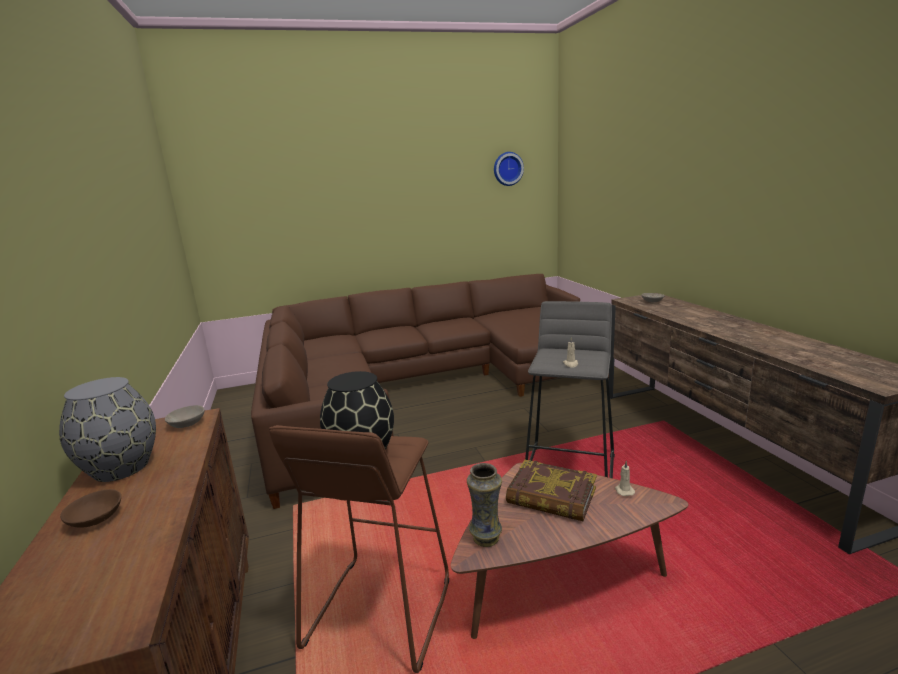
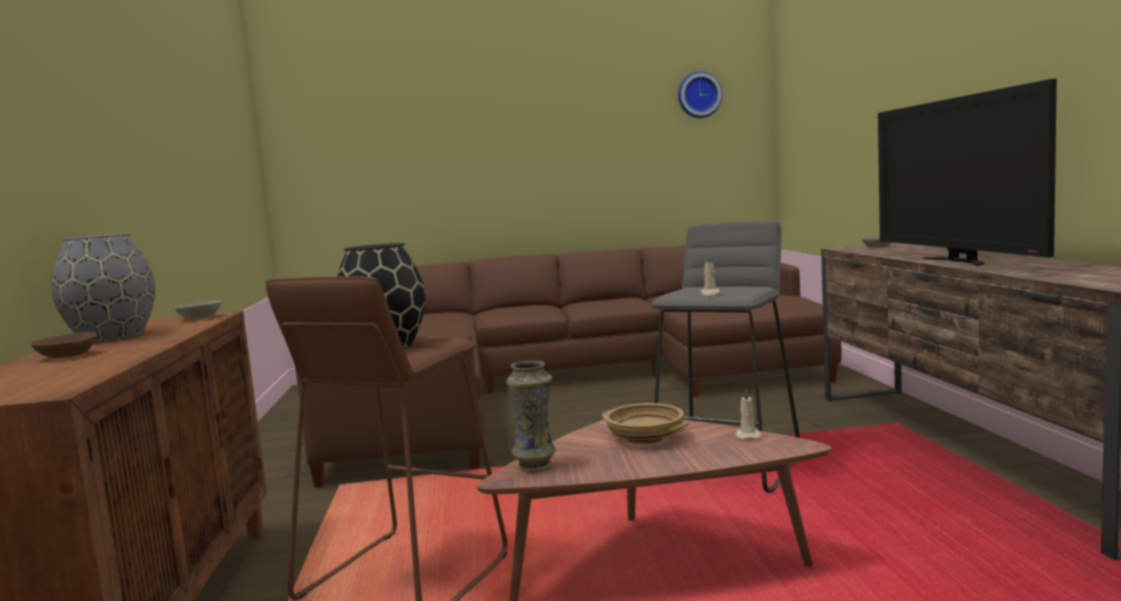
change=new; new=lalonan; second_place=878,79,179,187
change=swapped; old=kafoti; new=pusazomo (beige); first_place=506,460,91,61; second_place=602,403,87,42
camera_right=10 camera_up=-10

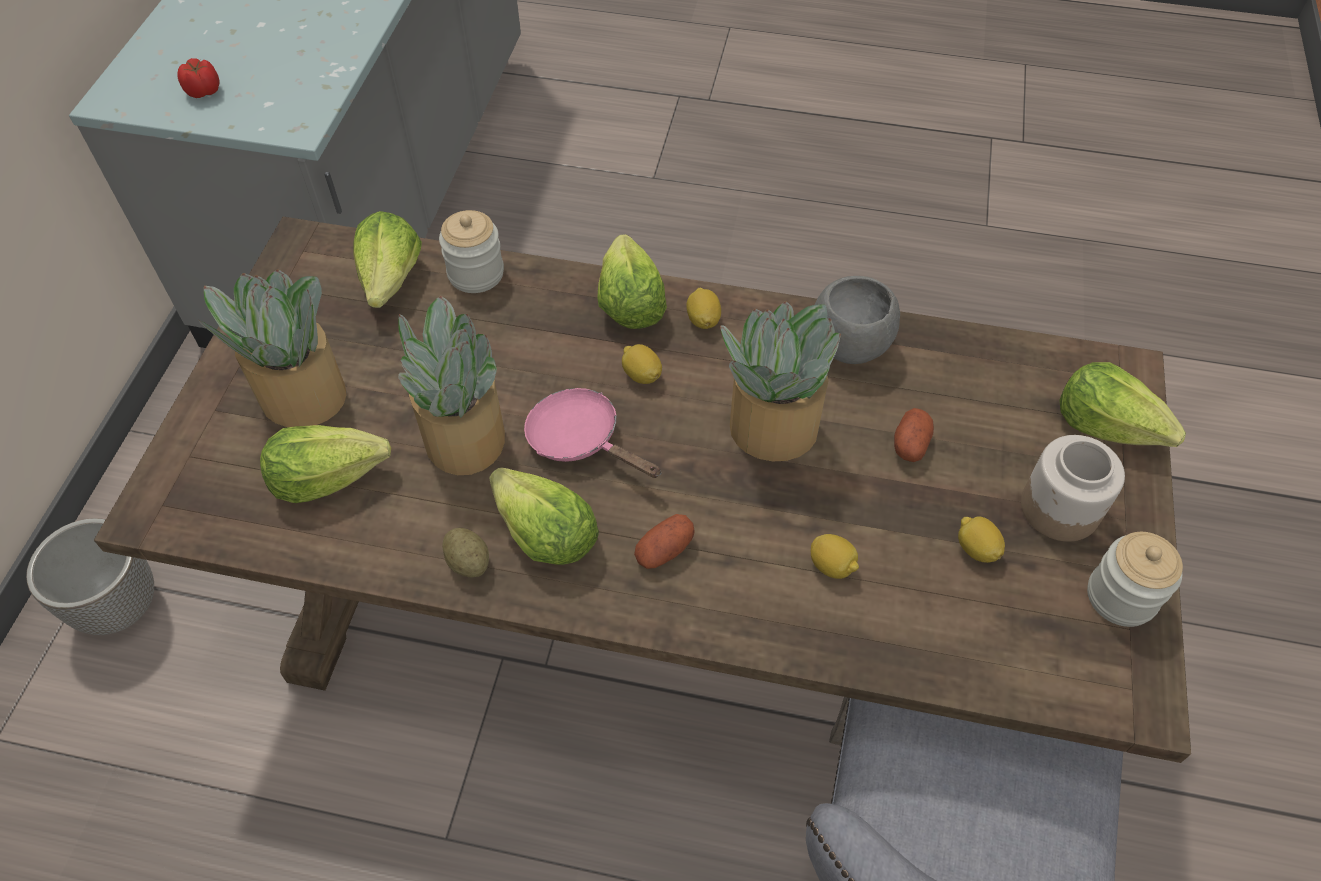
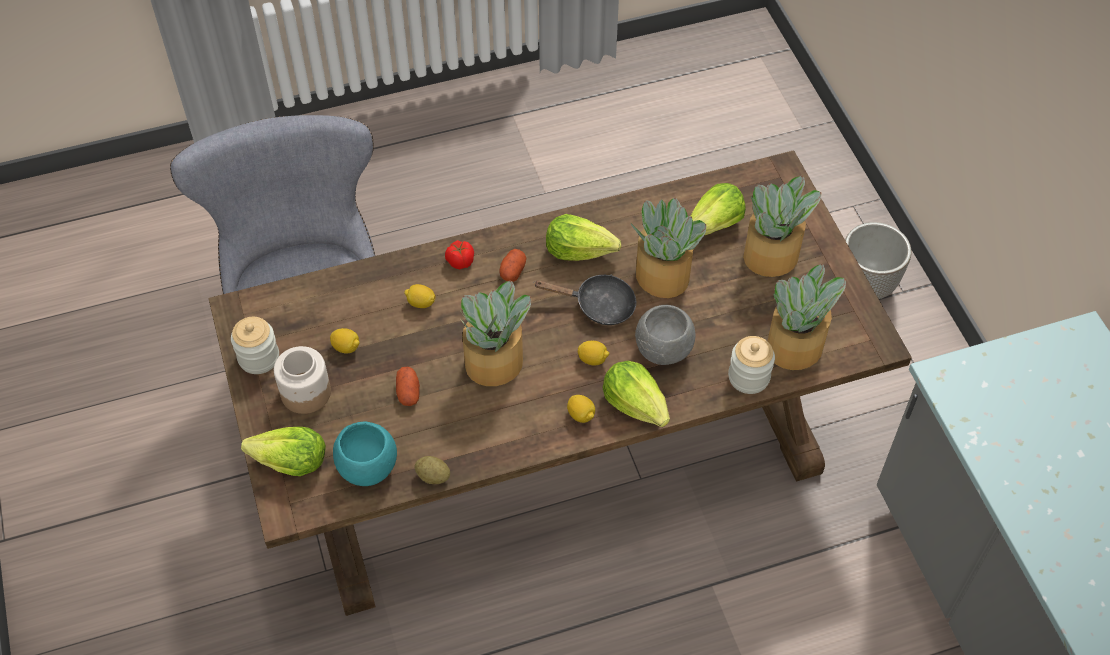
change=new; new=pusazomo (turquoise); second_place=333,422,64,64
change=shifted; old=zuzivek; first_place=177,58,42,40; second_place=445,240,29,29
change=shifted; old=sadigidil; first_place=442,528,47,50; second_place=415,456,35,28
change=shifted; old=pusazomo (grey); first_place=815,276,85,88; second_place=635,305,60,60
change=swapped; old=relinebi; new=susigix; first_place=353,211,69,97; second_place=768,264,78,106
change=repainted; old=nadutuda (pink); new=nadutuda (black); first_place=524,388,137,90; second_place=533,275,103,50
camera_right=150 camera_up=0

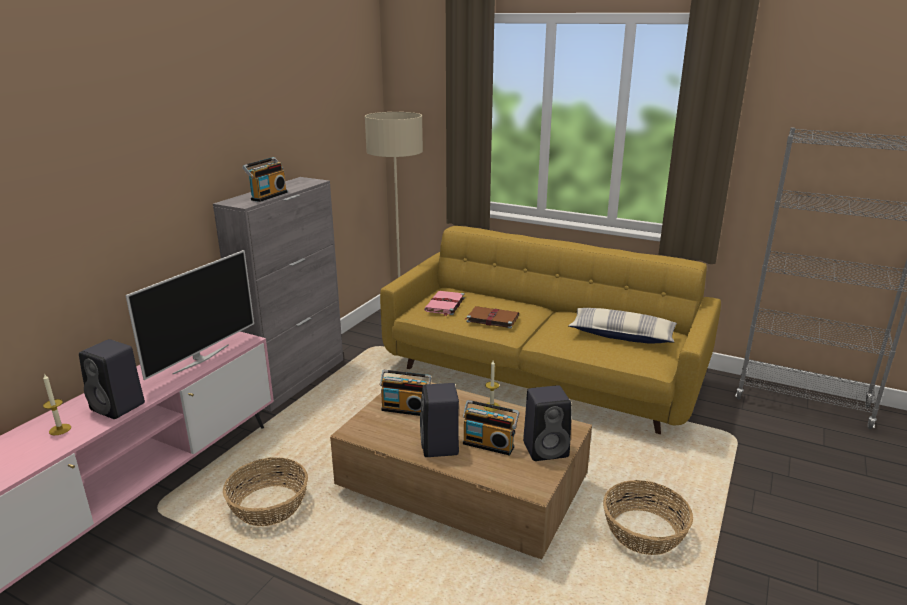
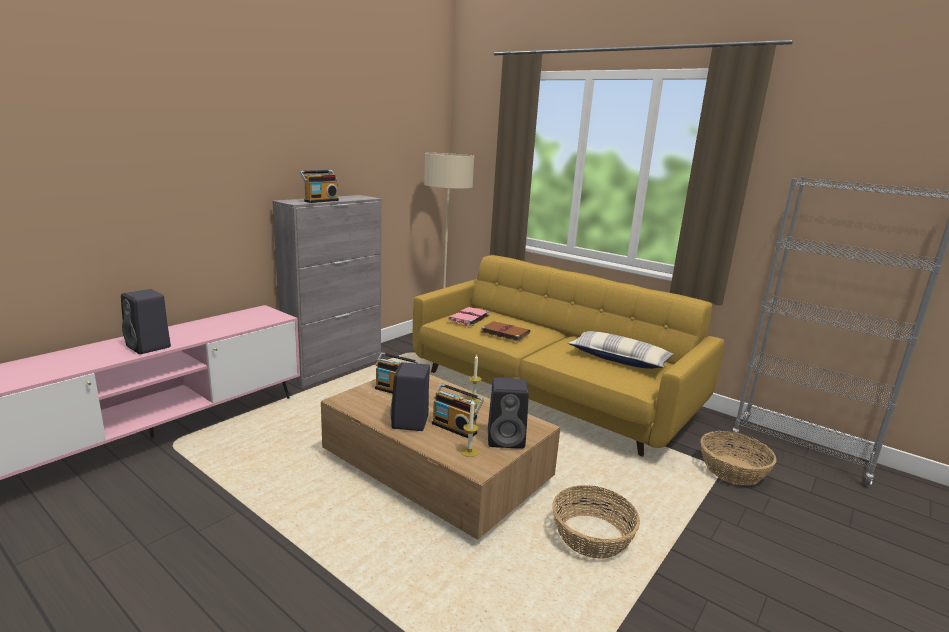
change=gone; old=lalonan; first_place=125,250,129,130
change=shifted; old=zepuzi; first_place=43,373,28,62; second_place=461,400,18,57
change=shifted; old=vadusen; first_place=223,457,85,69; second_place=701,431,76,54
camera_right=10 camera_up=-5

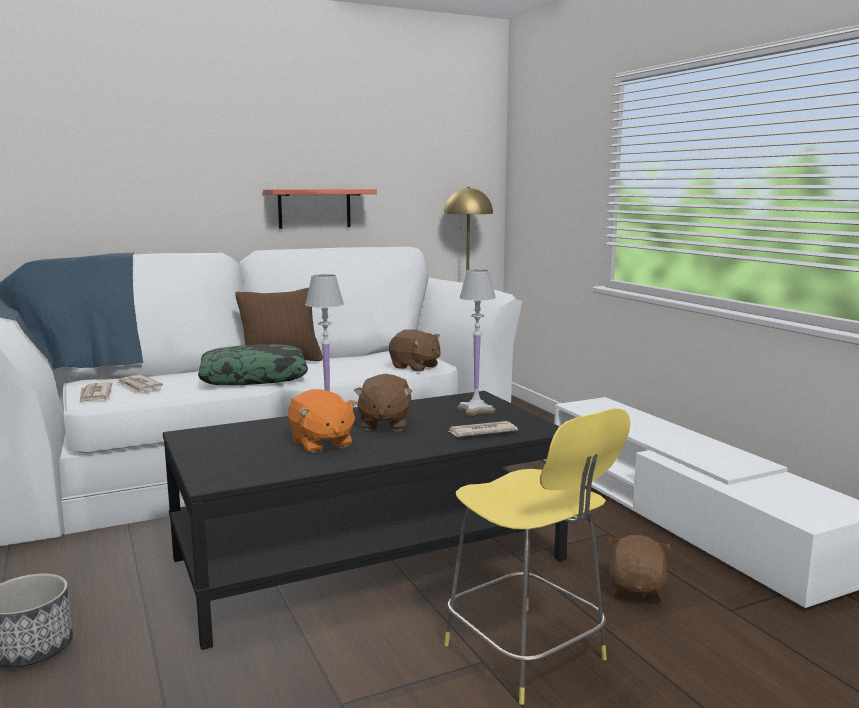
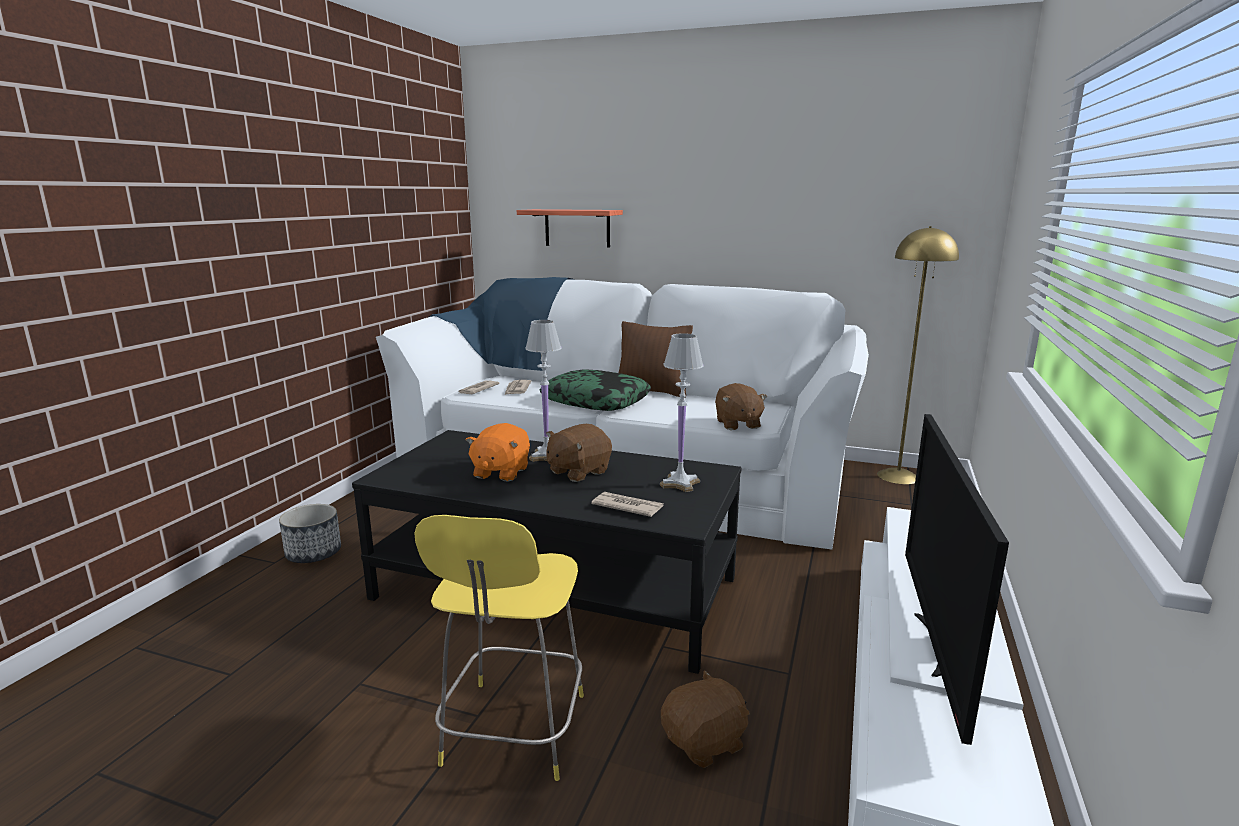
change=new; new=lalonan; second_place=905,414,104,331
change=shifted; old=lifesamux; first_place=263,189,114,40; second_place=517,209,106,38
camera_right=45 camera_up=5

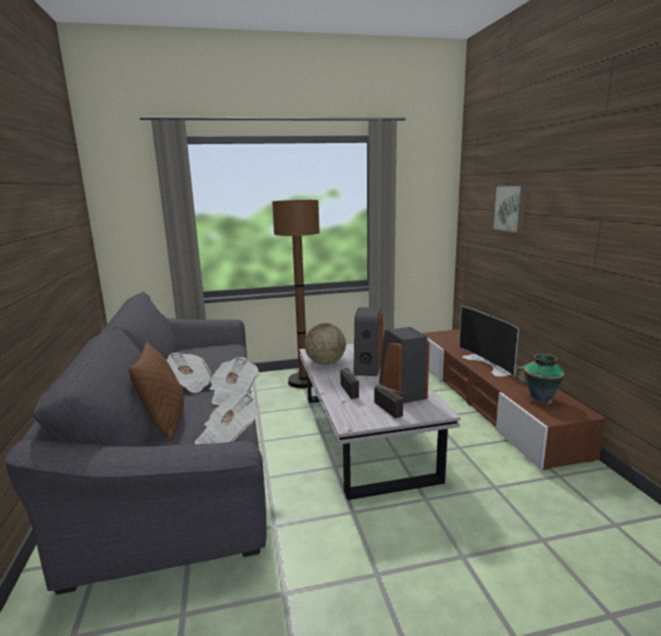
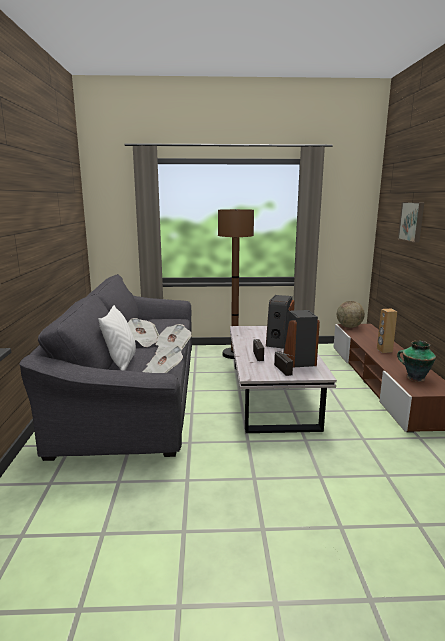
change=shifted; old=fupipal; first_place=305,323,41,42; second_place=337,301,28,27
change=swapped; old=lalonan; new=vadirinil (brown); first_place=459,306,60,71; second_place=377,309,20,44
change=repainted; old=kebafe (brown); new=kebafe (white); first_place=128,341,56,101; second_place=98,305,38,65
camera_right=10 camera_up=0

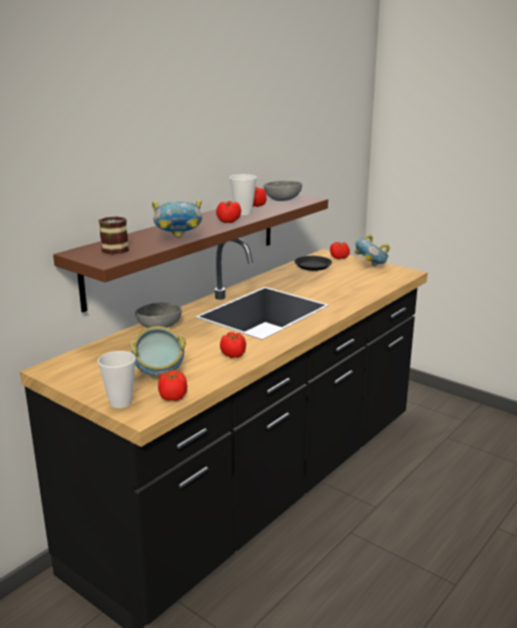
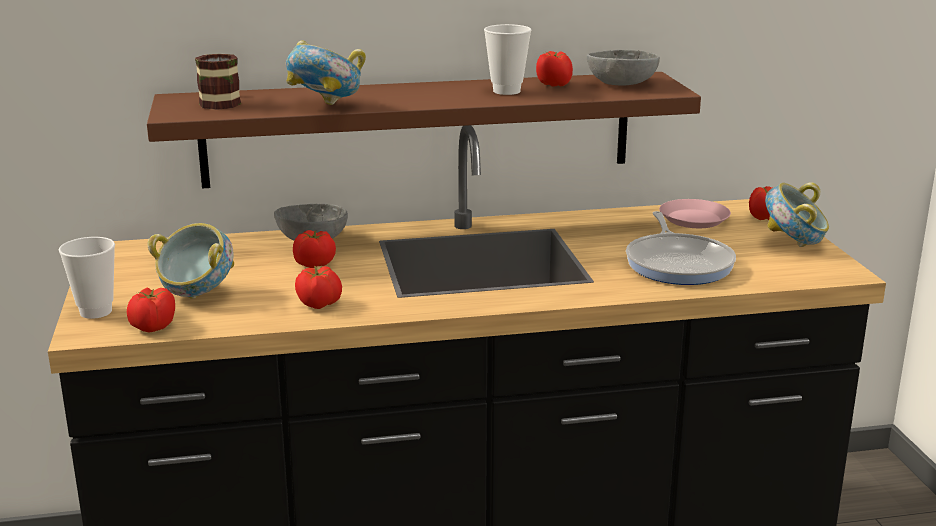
change=new; new=nadutuda; second_place=626,211,110,74
change=shifted; old=zuzivek; first_place=216,201,25,22; second_place=293,230,43,38
change=repainted; old=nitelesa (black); new=nitelesa (pink); first_place=295,256,37,15; second_place=659,199,72,29
camera_right=40 camera_up=0

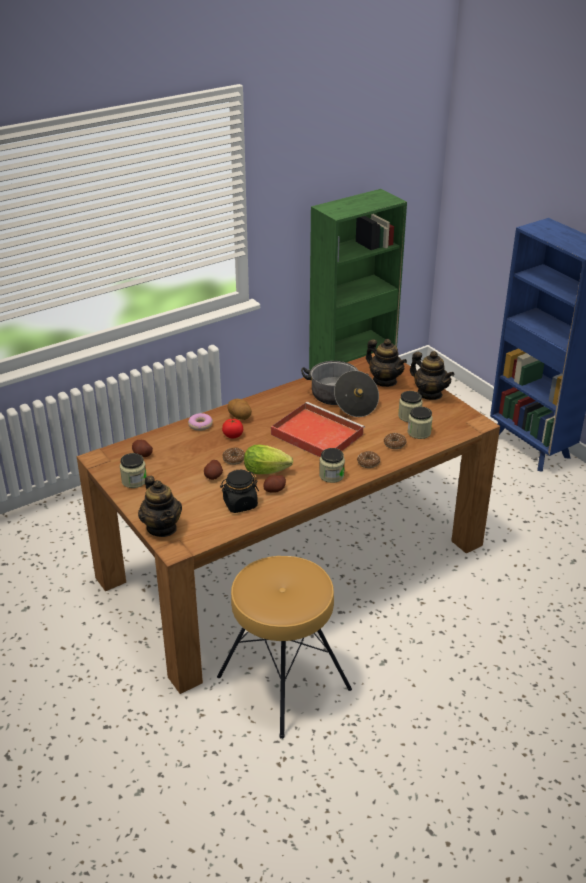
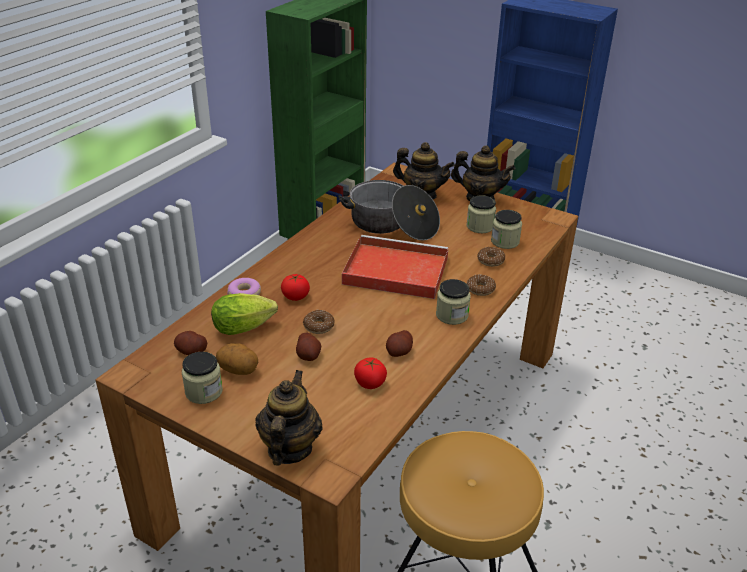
change=shifted; old=sadigidil; first_place=227,399,25,21; second_place=216,343,42,32
change=shifted; old=relinebi; first_place=244,445,49,29; second_place=211,293,67,42
change=swapped; old=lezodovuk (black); new=zuzivek; first_place=220,470,39,43; second_place=354,357,33,32
change=rotated; old=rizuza; first_place=138,476,44,61; second_place=255,370,68,96; degrees=-120
camera_right=-25 camera_up=0

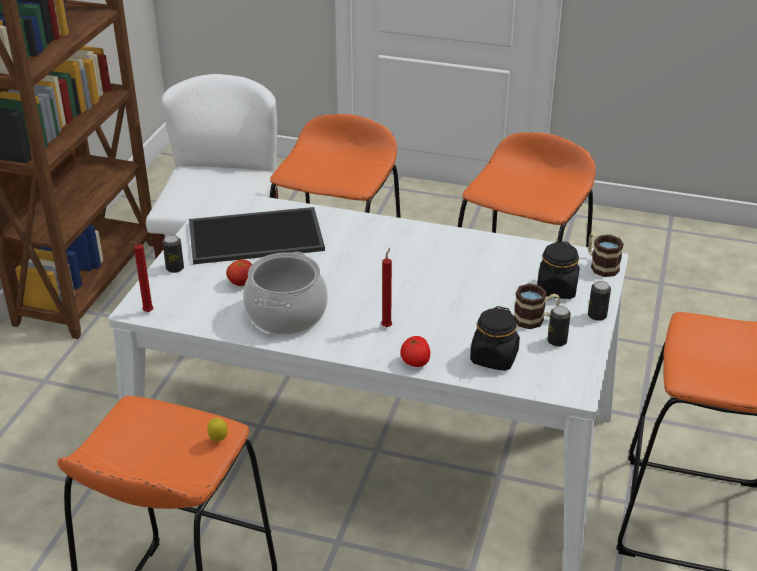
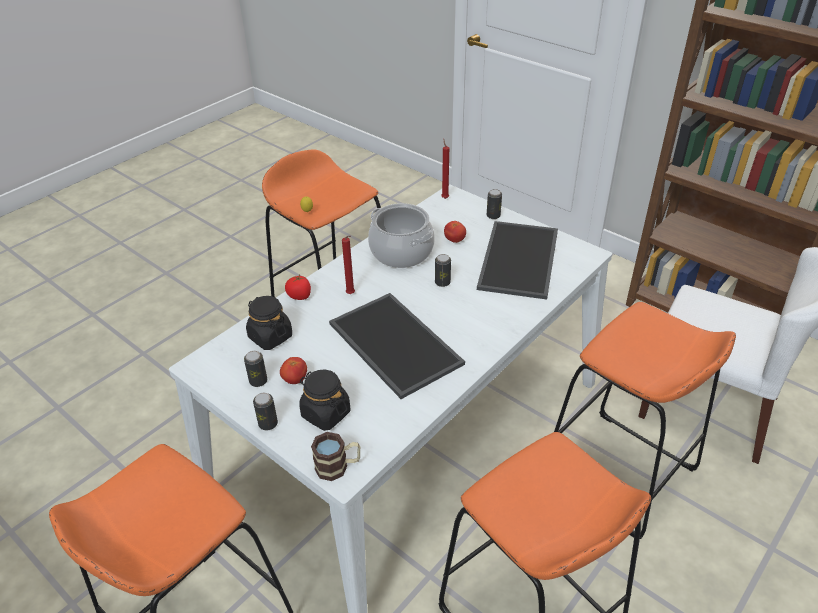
change=new; new=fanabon; second_place=329,293,136,106
change=new; new=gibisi; second_place=435,254,16,33
change=swapped; old=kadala; new=zuzivek; first_place=514,284,46,45; second_place=280,357,27,27
camera_right=115 camera_up=5

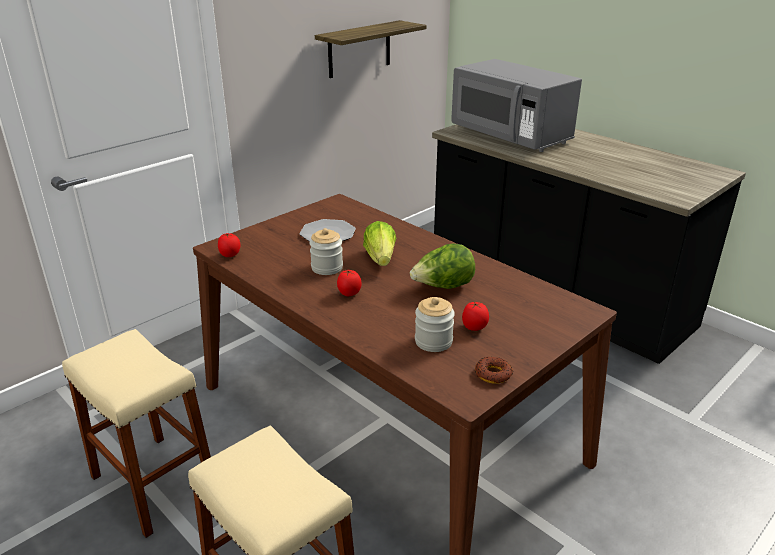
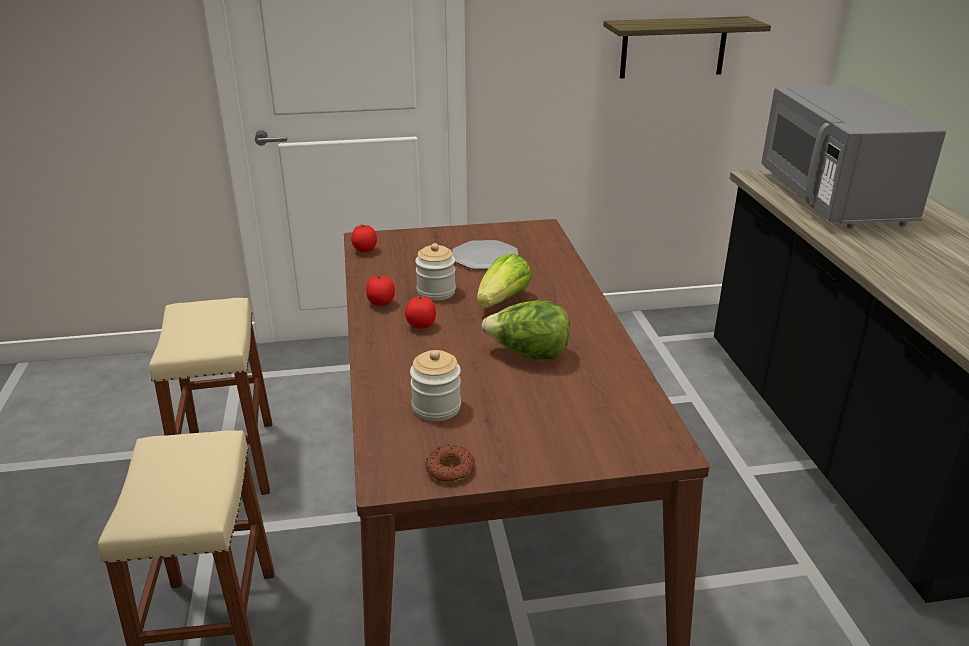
change=shifted; old=zuzivek; first_place=462,302,27,29; second_place=366,275,29,31
camera_right=35 camera_up=0

